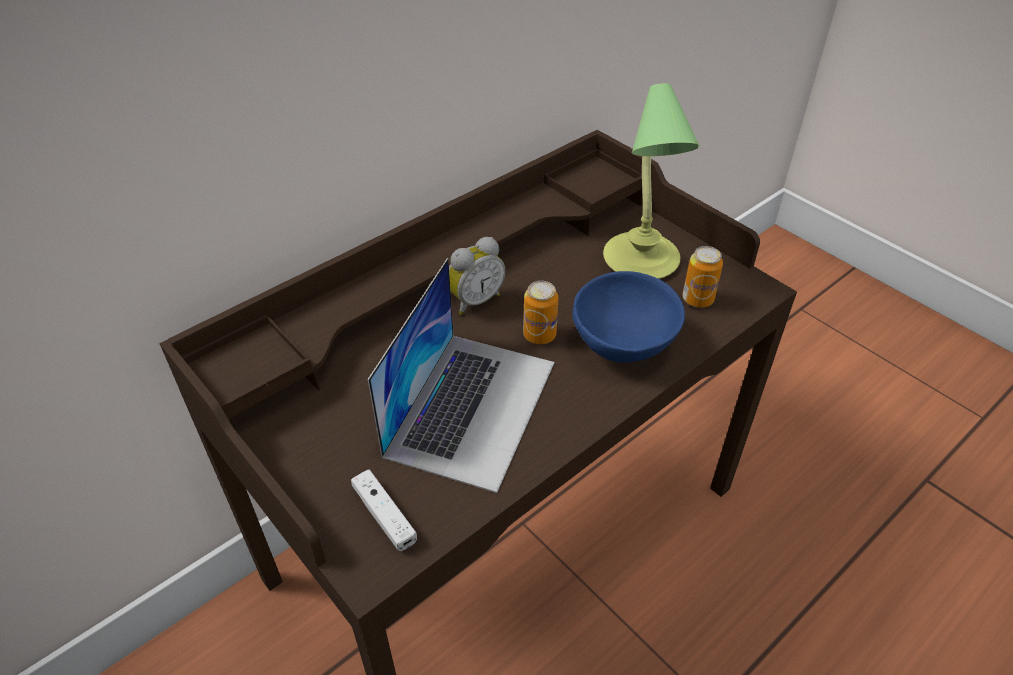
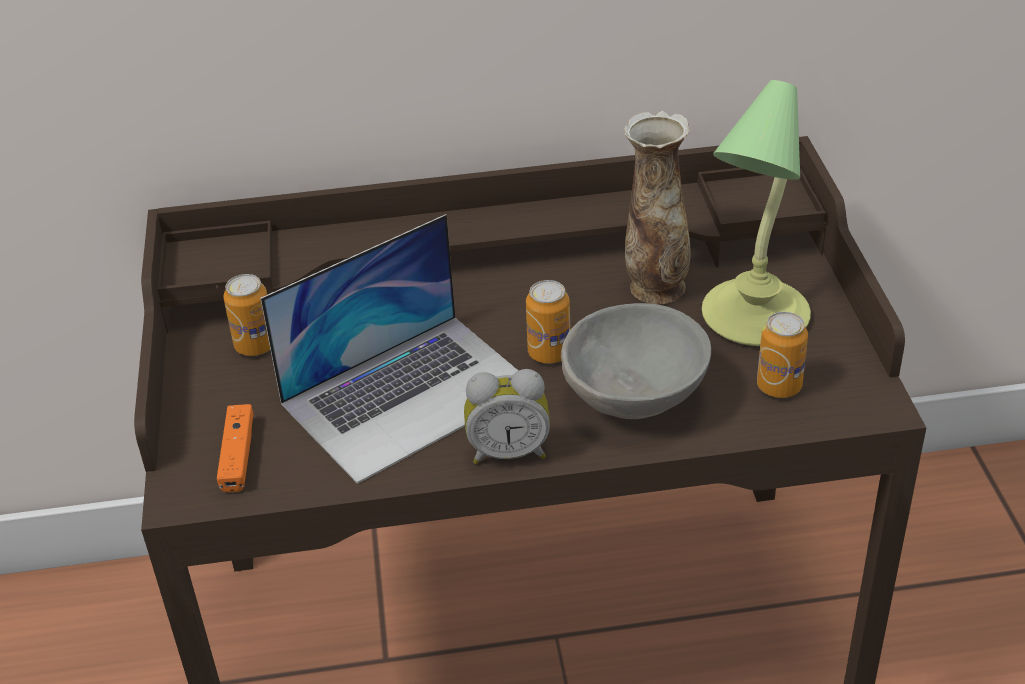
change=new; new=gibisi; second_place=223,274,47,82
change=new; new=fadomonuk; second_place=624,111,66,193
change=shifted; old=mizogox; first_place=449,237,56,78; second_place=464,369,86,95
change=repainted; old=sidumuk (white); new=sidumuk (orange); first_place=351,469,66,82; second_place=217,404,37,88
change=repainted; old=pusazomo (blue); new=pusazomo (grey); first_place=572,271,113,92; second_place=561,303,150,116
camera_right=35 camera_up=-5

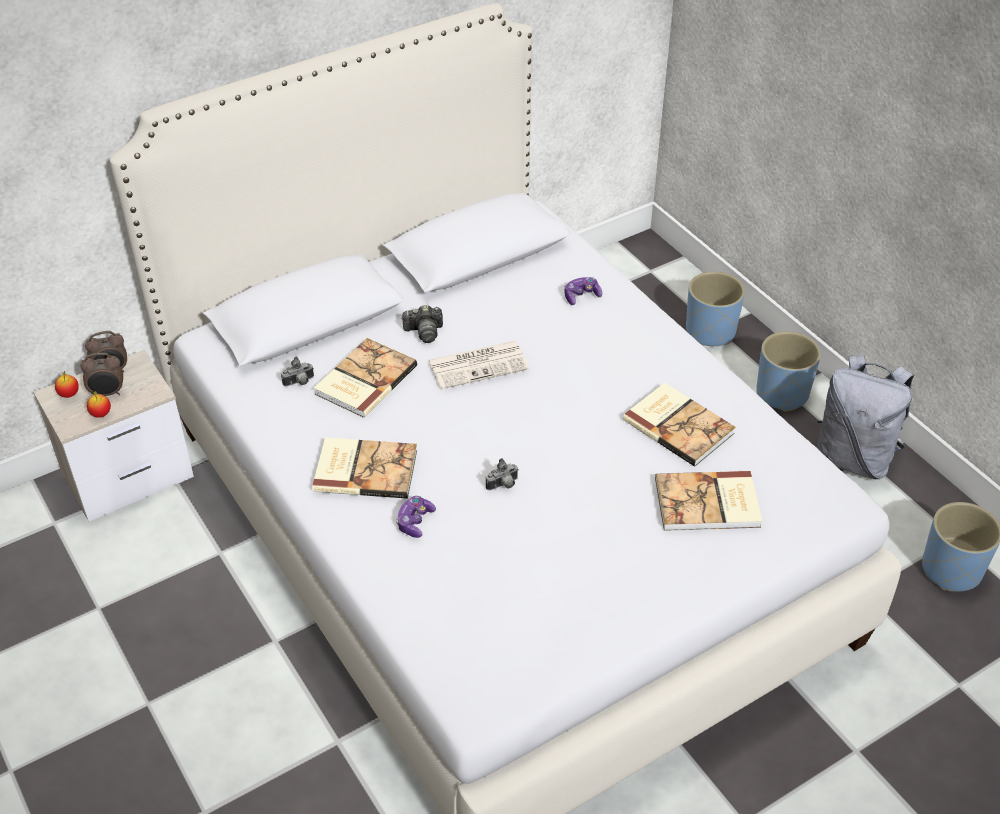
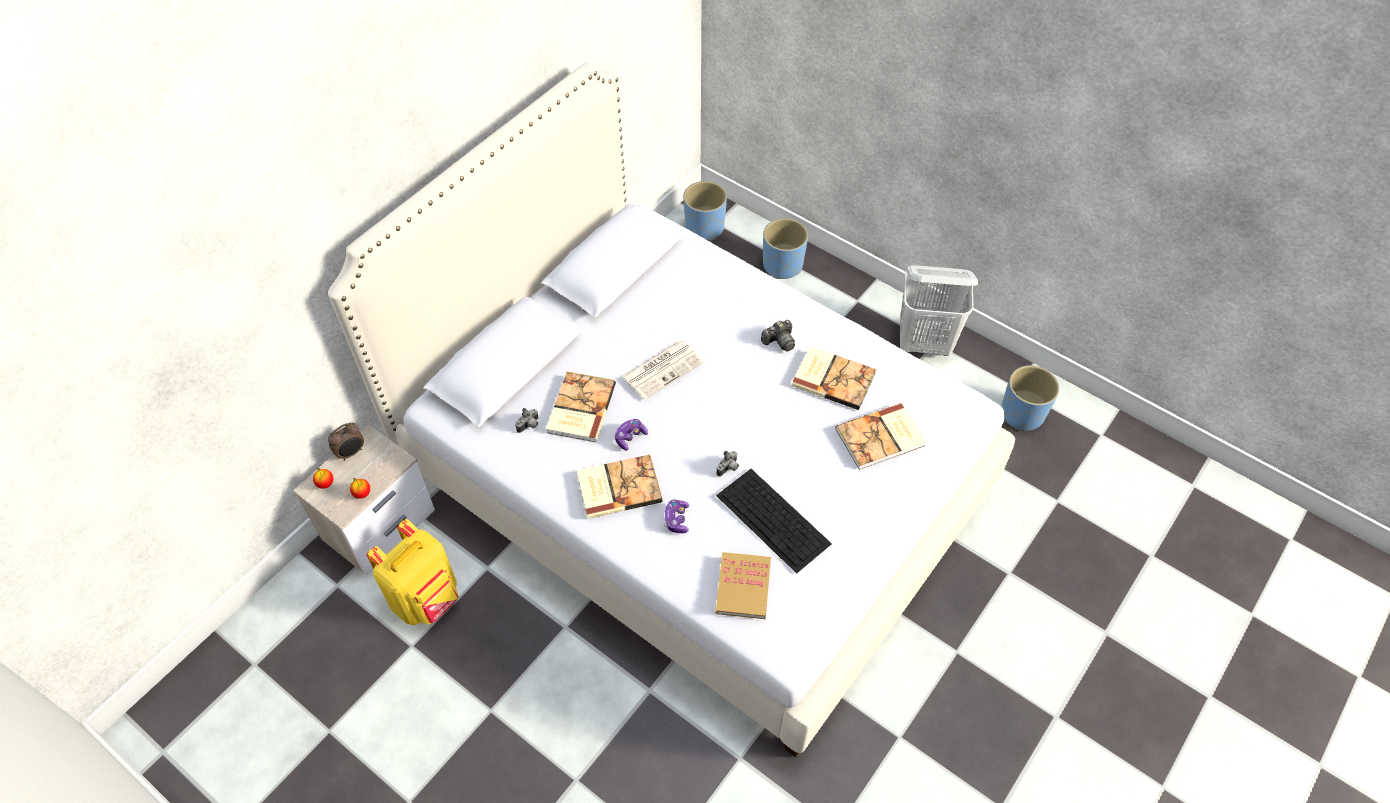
change=gone; old=mizogox; first_place=80,353,43,43
change=new; new=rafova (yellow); second_place=367,519,91,106
change=new; new=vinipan; second_place=716,469,116,104
change=new; new=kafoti; second_place=716,552,55,67
change=shifted; old=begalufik; first_place=401,305,42,38; second_place=761,320,34,32
change=shifted; old=sidumuk; first_place=564,277,38,28; second_place=615,419,33,32
change=shifted; old=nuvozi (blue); first_place=757,331,64,81; second_place=683,181,44,60
change=swapped; old=rafova (grey); new=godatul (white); first_place=817,355,97,124; second_place=900,265,78,91
camera_right=-20 camera_up=10

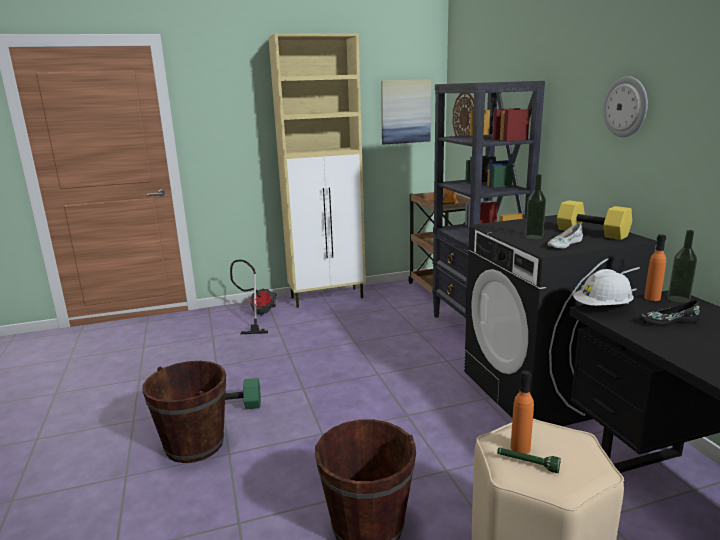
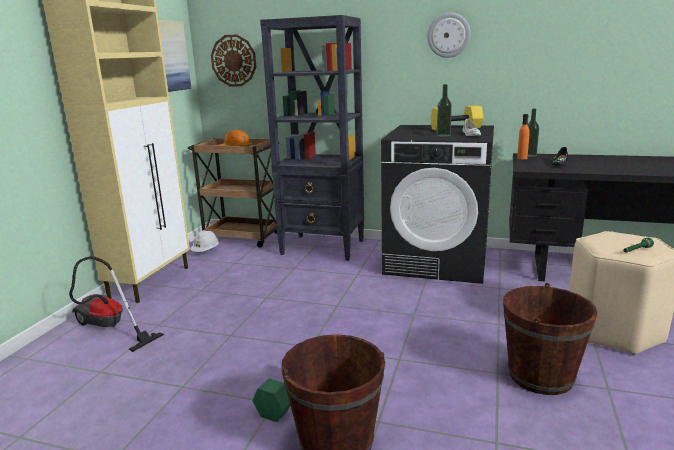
change=gone; old=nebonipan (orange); first_place=511,370,23,84
change=shifted; old=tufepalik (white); first_place=573,269,61,37; second_place=190,230,29,22
camera_right=-55 camera_up=0

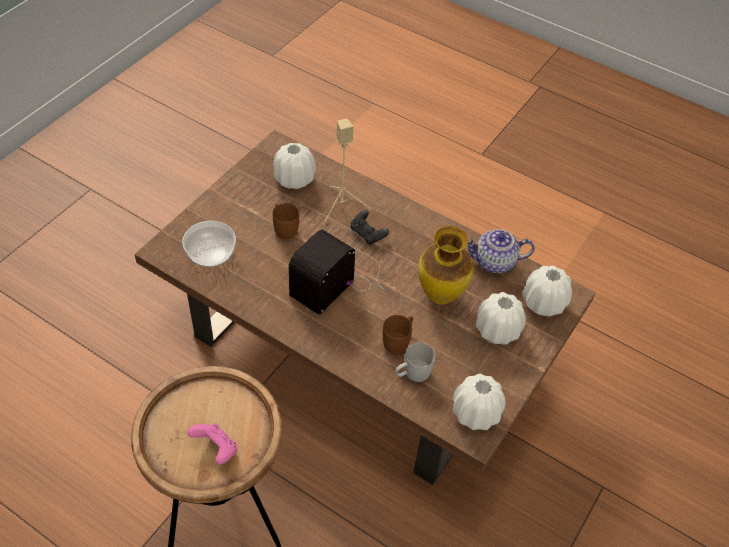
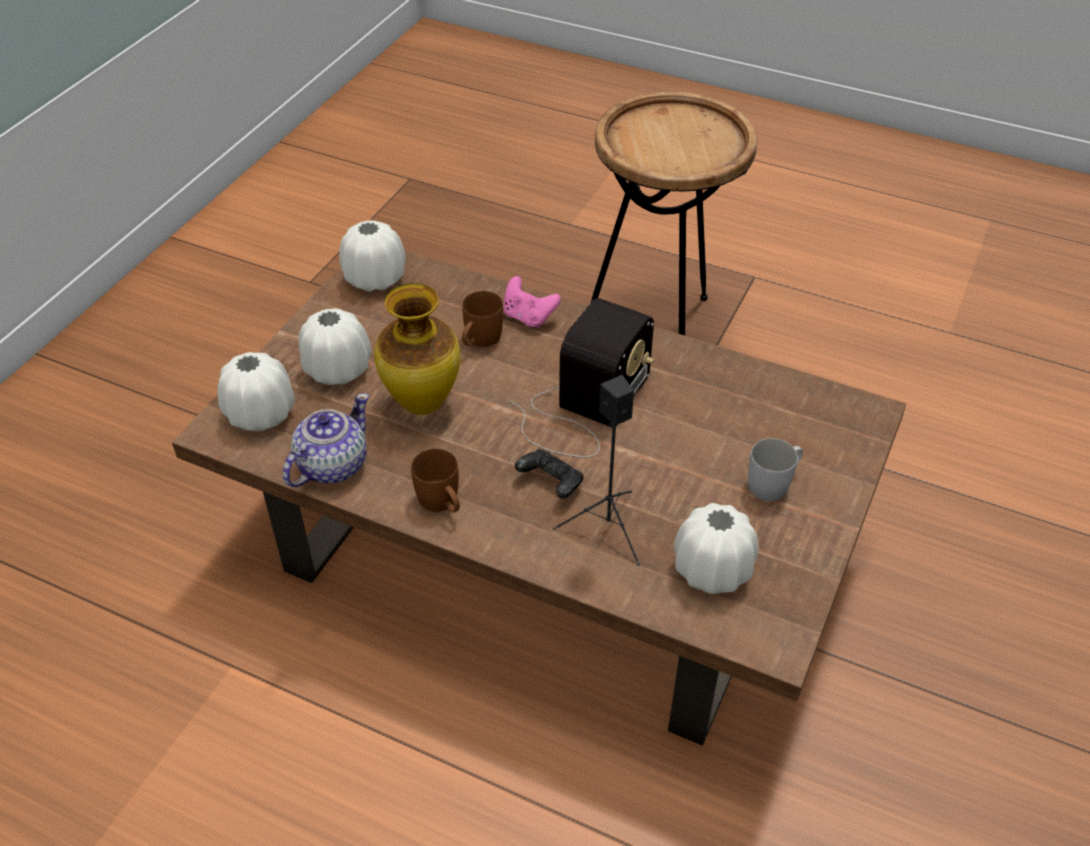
change=gone; old=pusazomo; first_place=182,221,54,46
change=shifted; old=sidumuk (pink); first_place=187,423,51,42; second_place=503,276,58,52
change=shifted; old=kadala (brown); first_place=273,203,26,36; second_place=411,448,49,64
change=shifted; old=kadala (white); first_place=395,342,40,40; second_place=748,438,55,63
change=repainted; old=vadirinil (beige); new=vadirinil (black); first_place=324,118,48,106; second_place=553,375,87,191
change=rotated; old=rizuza; first_place=468,229,67,44; second_place=283,393,86,94; degrees=-45
camera_right=175 camera_up=-5

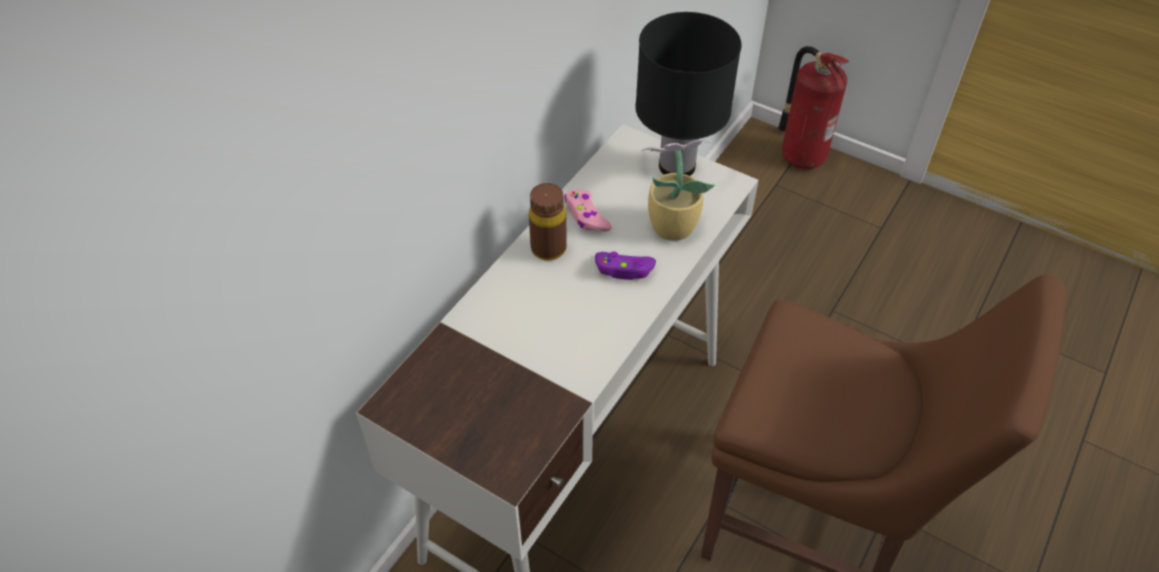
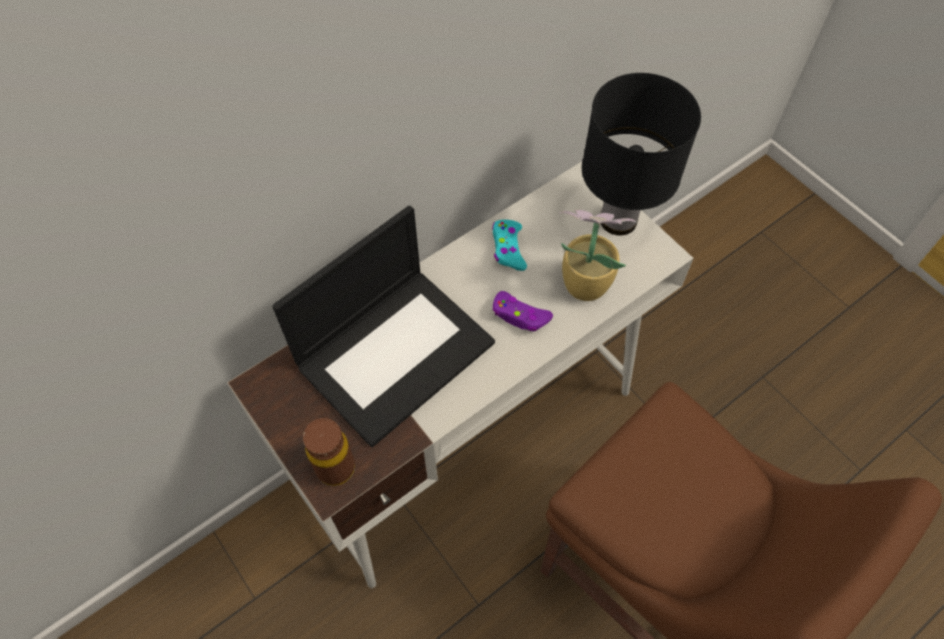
change=gone; old=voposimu; first_place=778,46,71,123
change=new; new=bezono; second_place=272,205,223,242
change=shifted; old=nebonipan (brown); first_place=529,183,38,78; second_place=303,418,52,68
change=repainted; old=sidumuk (pink); new=sidumuk (turquoise); first_place=564,190,48,42; second_place=492,220,35,51
camera_right=20 camera_up=10

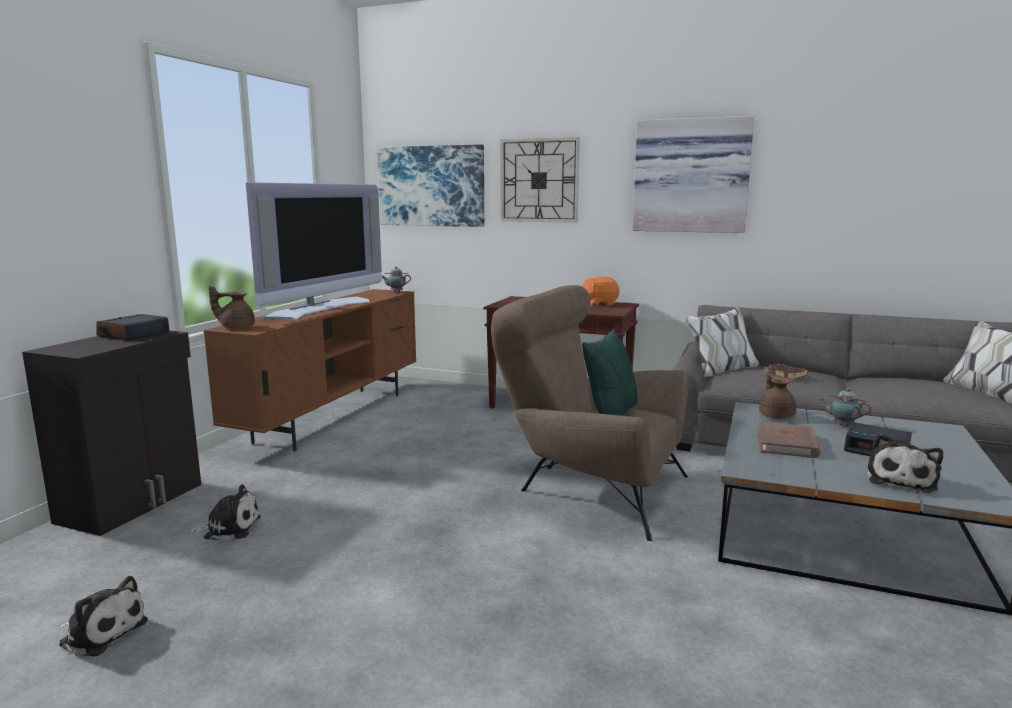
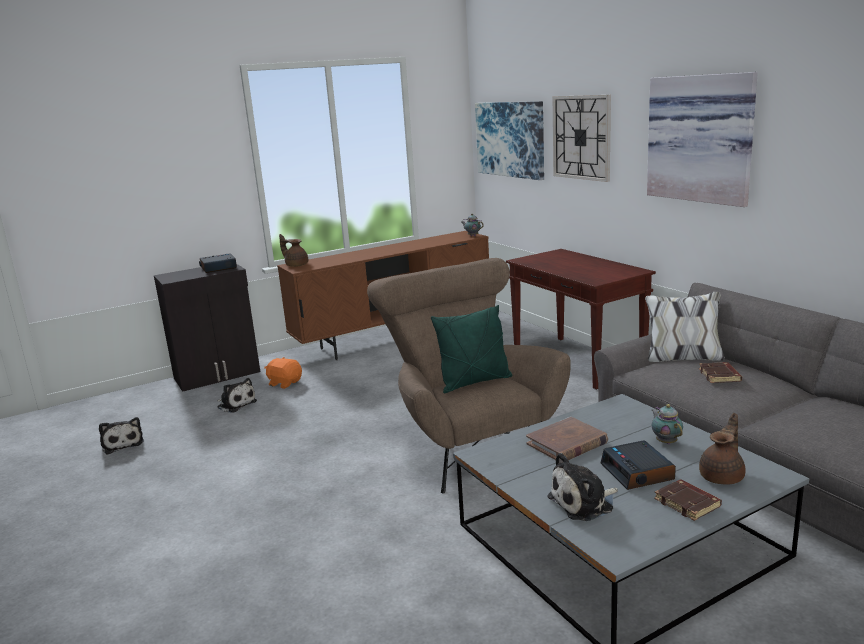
change=gone; old=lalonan; first_place=246,182,136,138
change=new; new=kafoti (brown); second_place=654,479,68,42
change=shifted; old=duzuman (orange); first_place=582,277,38,29; second_place=264,357,38,32
change=shifted; old=rizuza (brown); first_place=759,364,38,55; second_place=699,413,47,72
camera_right=40 camera_up=5

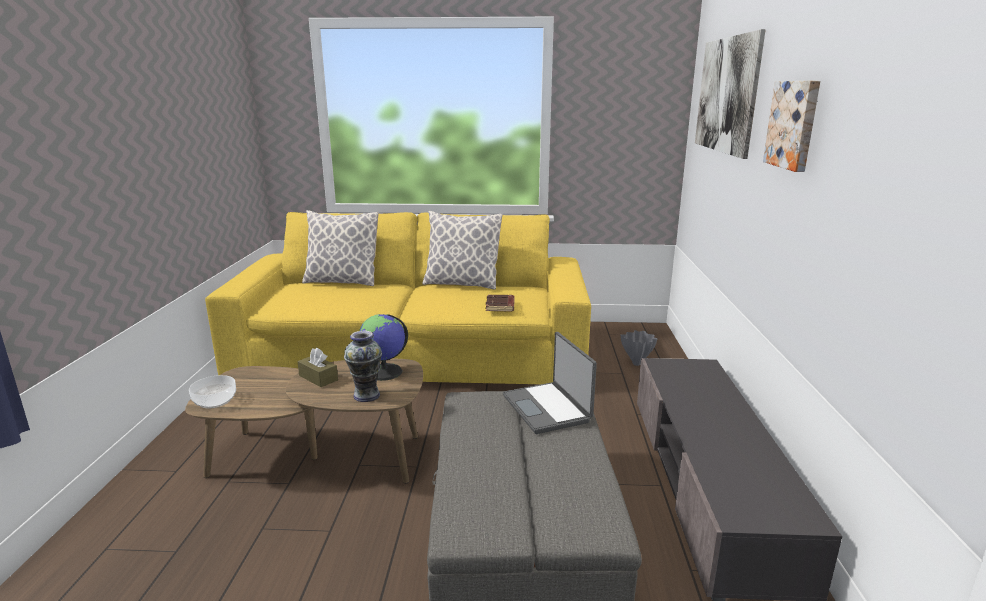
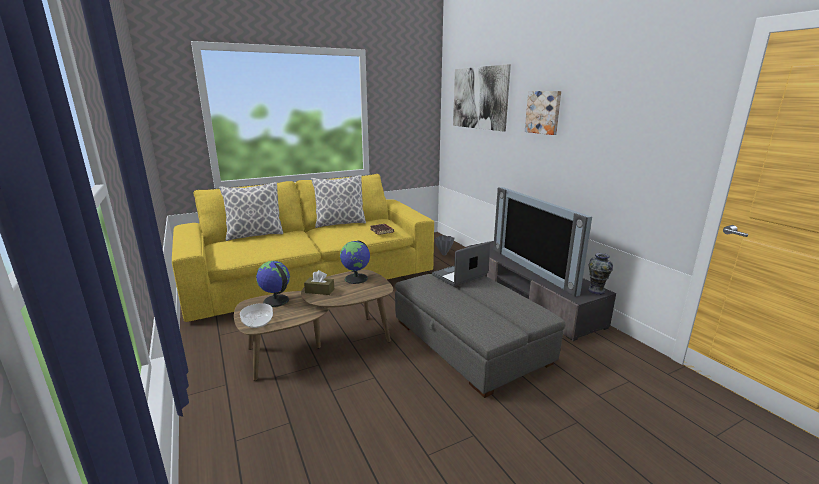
change=new; new=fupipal; second_place=256,261,34,46
change=new; new=lalonan; second_place=493,187,99,110
change=shifted; old=fadomonuk; first_place=344,331,38,71; second_place=588,253,25,42
change=rotated; old=bezono; first_place=503,332,94,102; second_place=432,242,58,44; degrees=105
camera_right=-30 camera_up=0

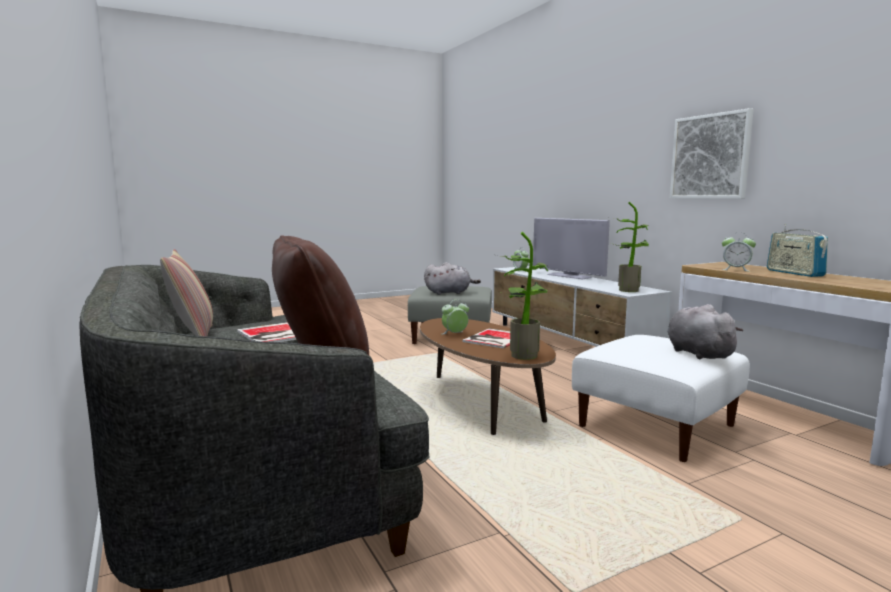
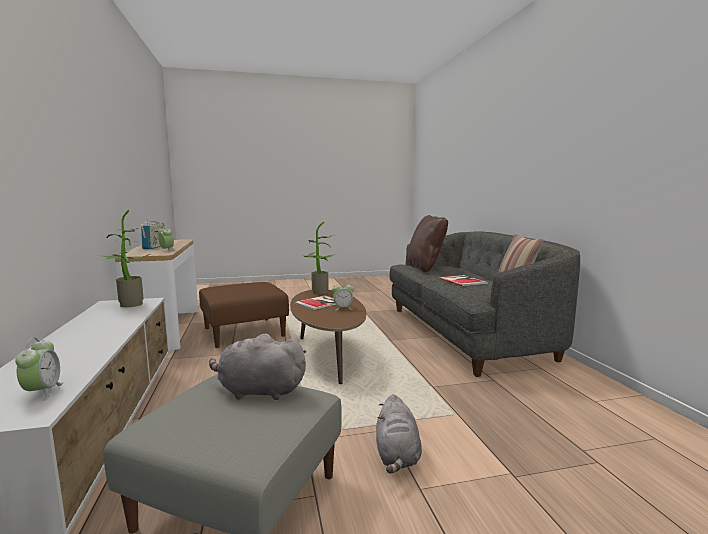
change=gone; old=lalonan; first_place=533,218,77,62
change=gone; old=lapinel; first_place=670,108,84,91
change=shifted; old=duzuman (grey); first_place=667,304,77,55; second_place=376,394,46,79
change=repainted; old=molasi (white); new=molasi (brown); first_place=572,335,178,127; second_place=199,282,90,66
camera_right=-165 camera_up=0

